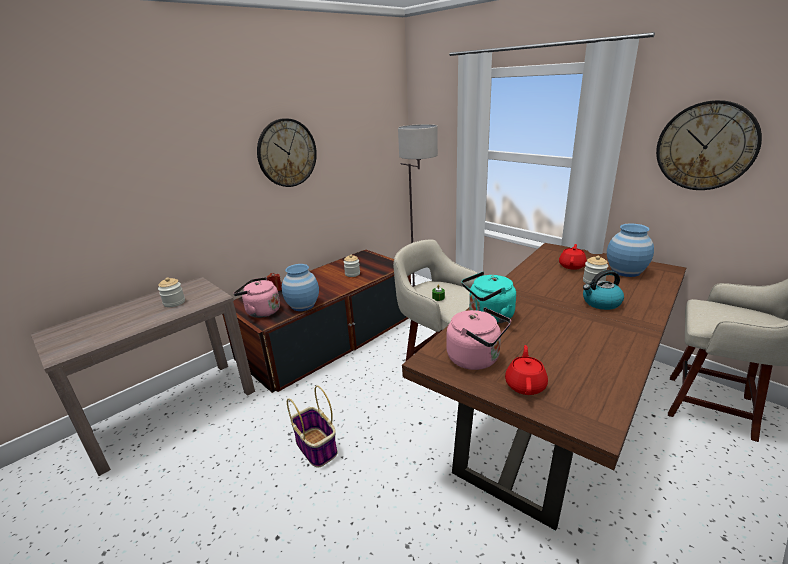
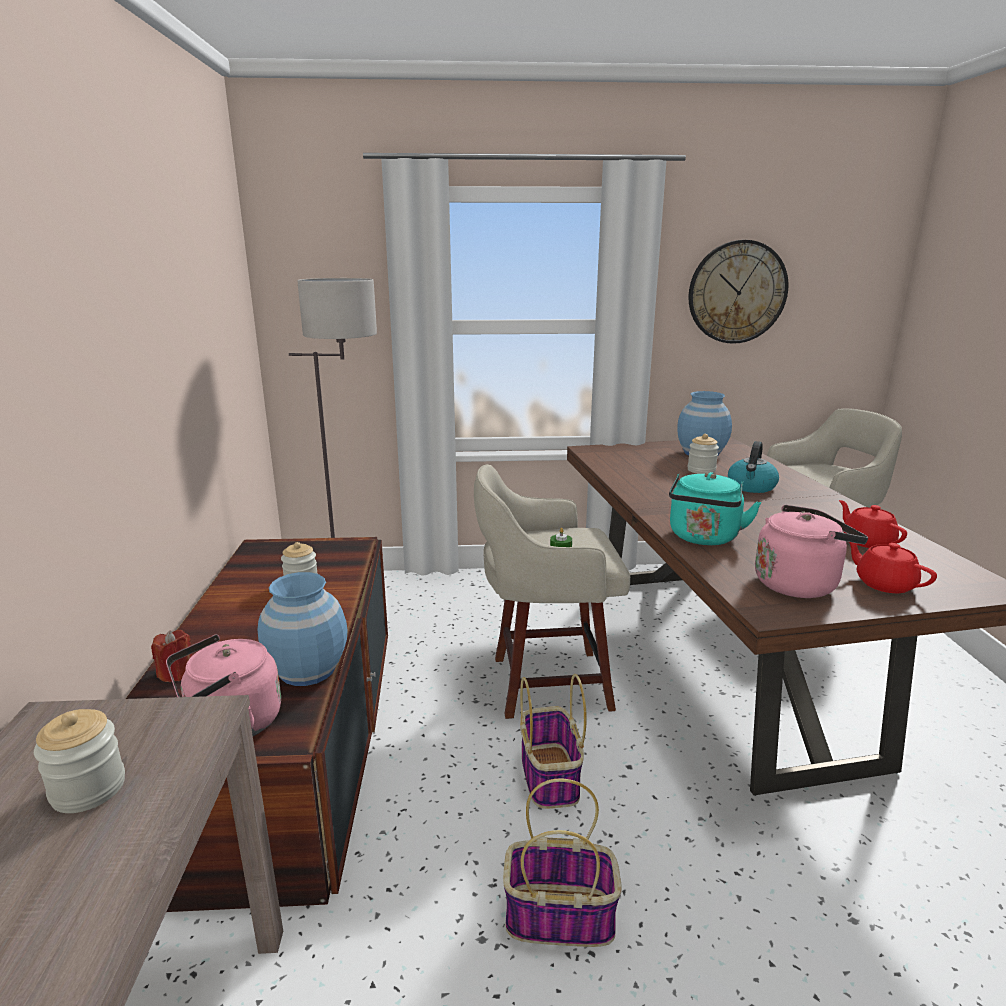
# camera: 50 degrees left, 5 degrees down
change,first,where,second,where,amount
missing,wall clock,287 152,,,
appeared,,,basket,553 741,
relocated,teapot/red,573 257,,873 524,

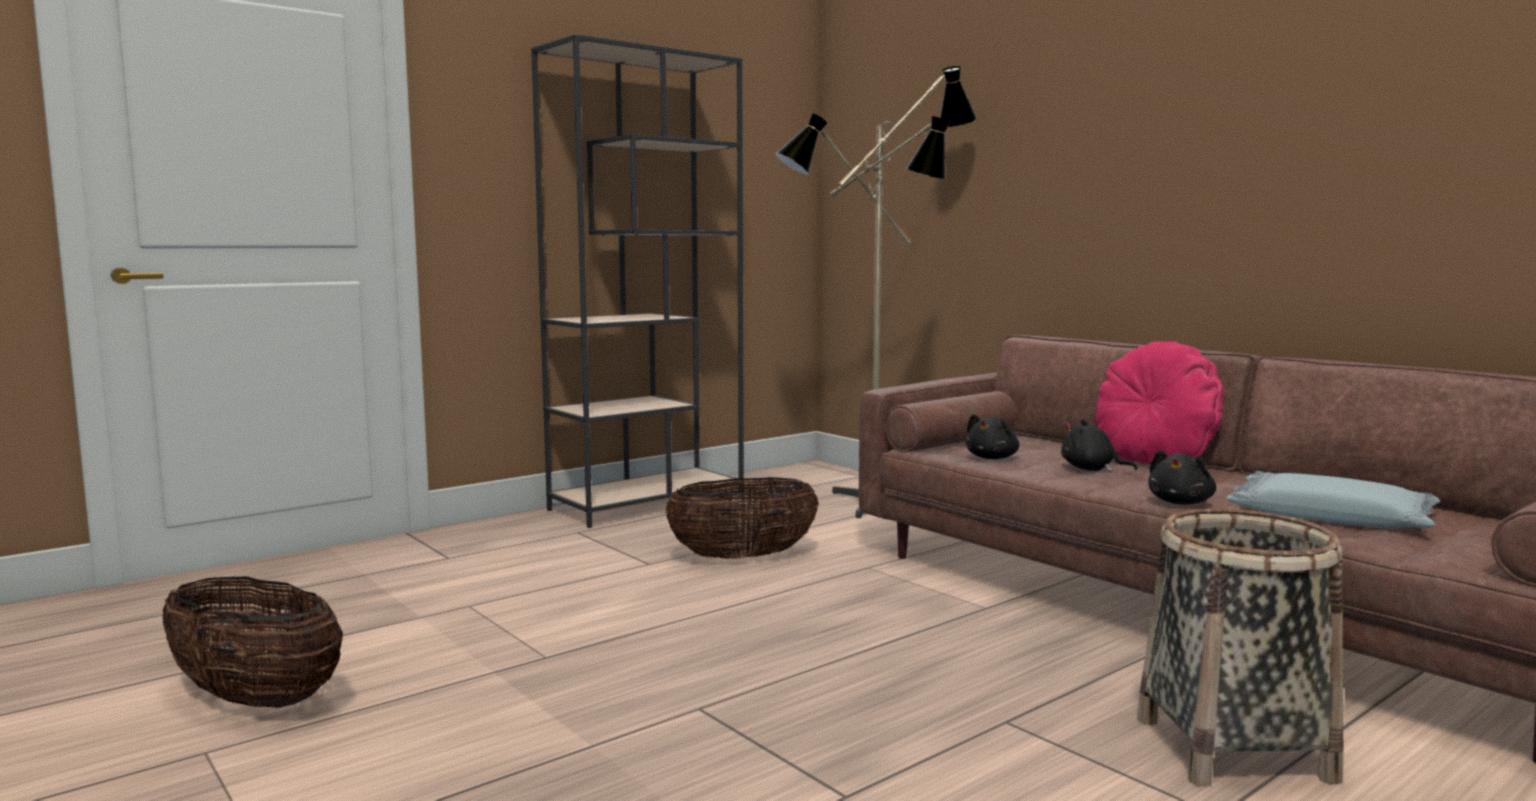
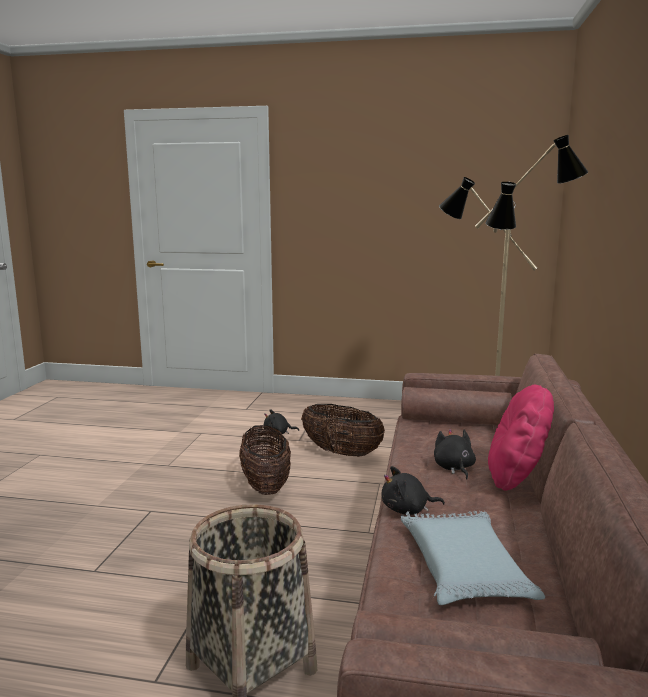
# camera: 50 degrees right, 5 degrees up
change,first,where,second,where,amount
missing,bookcase,637 281,,,
relocated,basket,252 642,,265 460,
relocated,plush toy/black,992 436,,281 422,

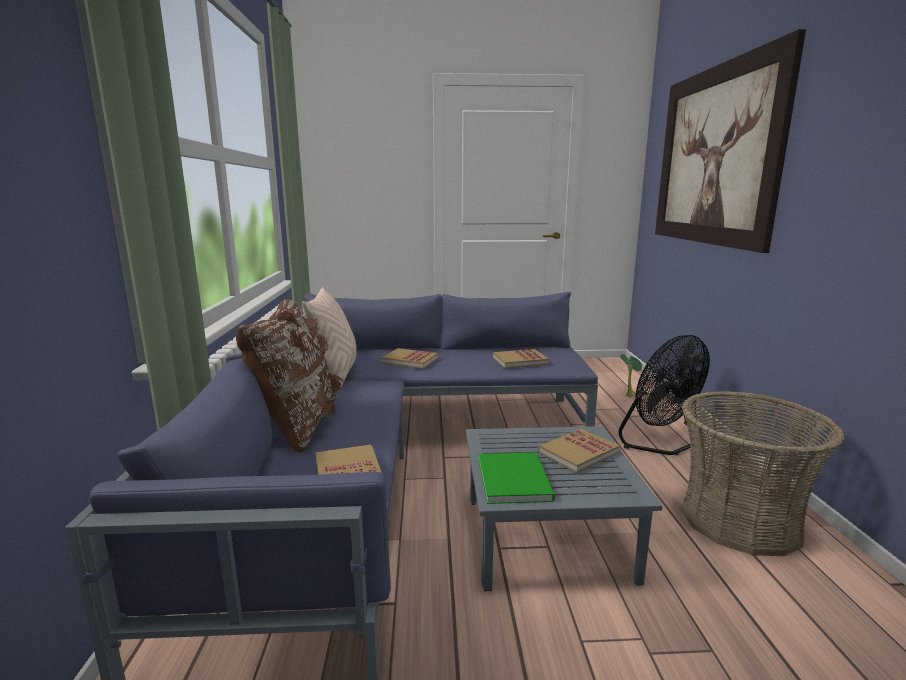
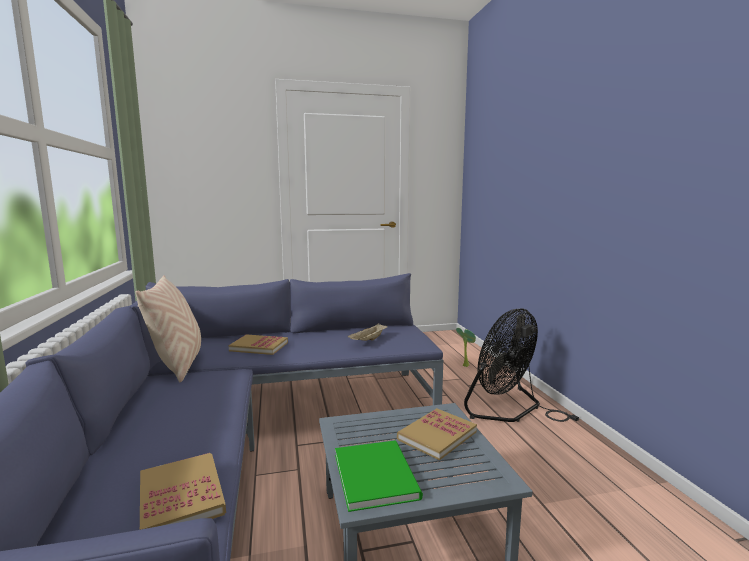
# camera: 10 degrees left, 5 degrees down
change,first,where,second,where,amount
missing,pillow/brown,289 376,,,
missing,picture,730 141,,,
missing,basket,763 473,,,
exchanged,book,521 359,tray/beige,367 332,

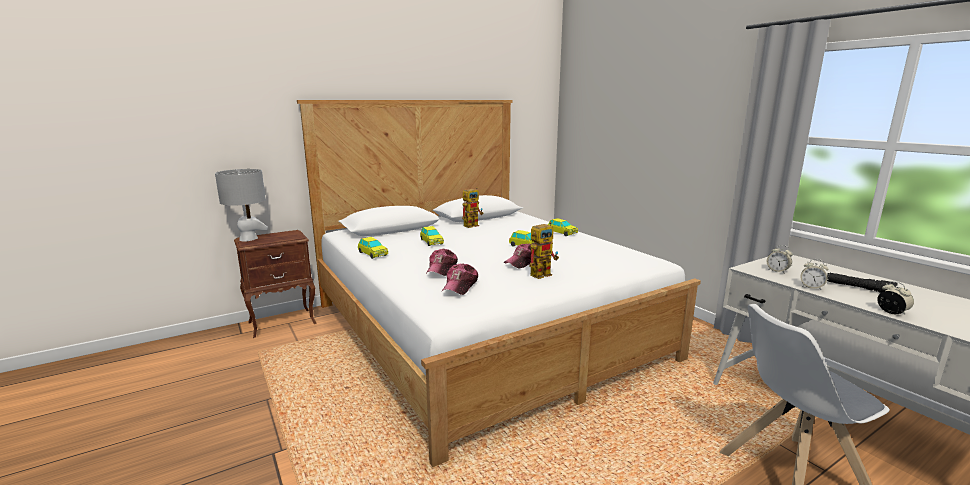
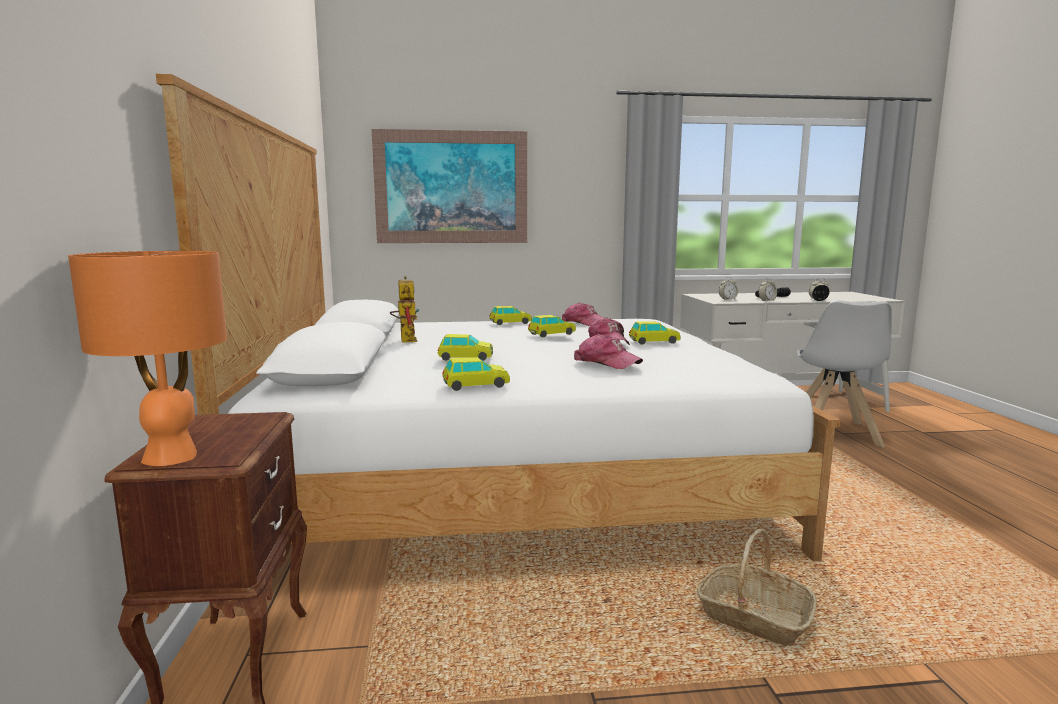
# camera: 65 degrees left, 5 degrees down
change,first,where,second,where,amount
appeared,,,picture,449 186,
appeared,,,basket,757 587,
relocated,cap,459 279,,582 314,
exchanged,toy robot,544 250,toy car,655 333,
colour,table lamp/grey,241 205,table lamp/orange,147 358,

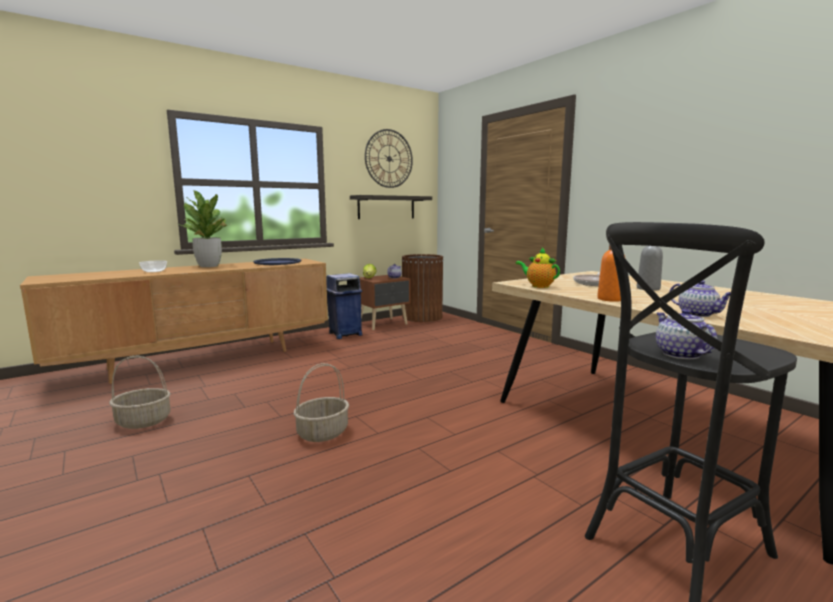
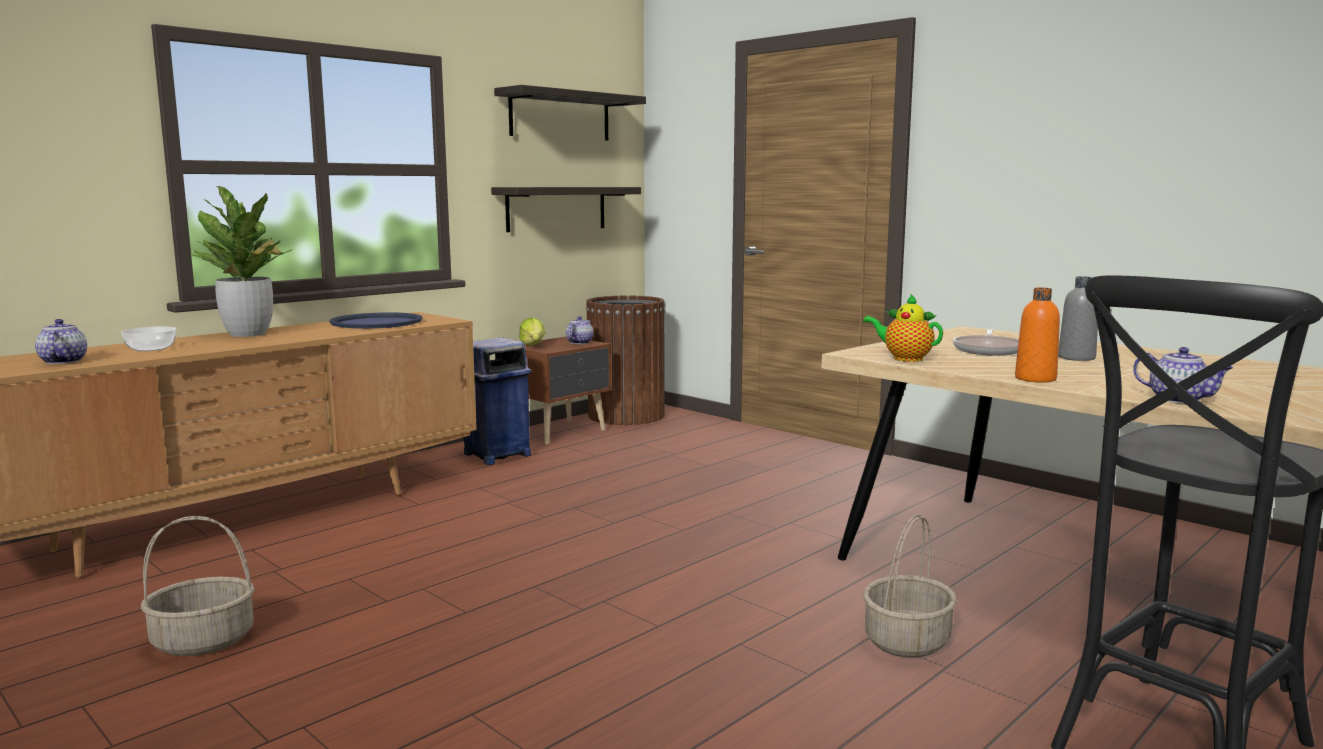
# camera: 10 degrees left, 0 degrees up
change,first,where,second,where,amount
relocated,basket,321 402,,910 586,
relocated,teapot,687 333,,61 341,
exchanged,wall clock,389 158,shelf,570 113,

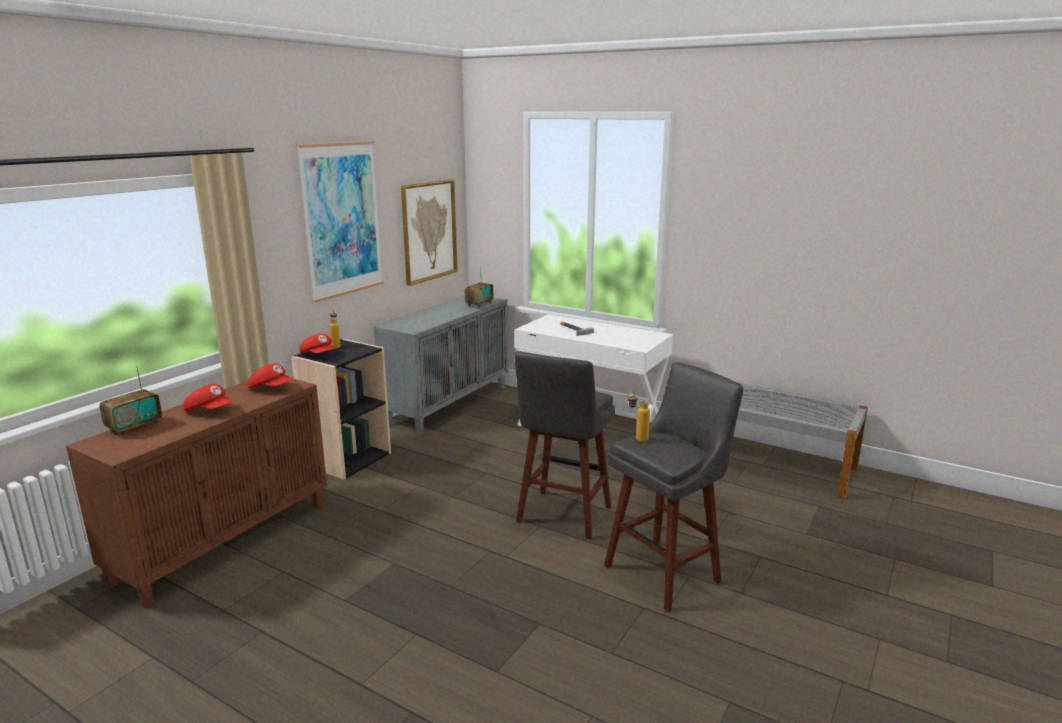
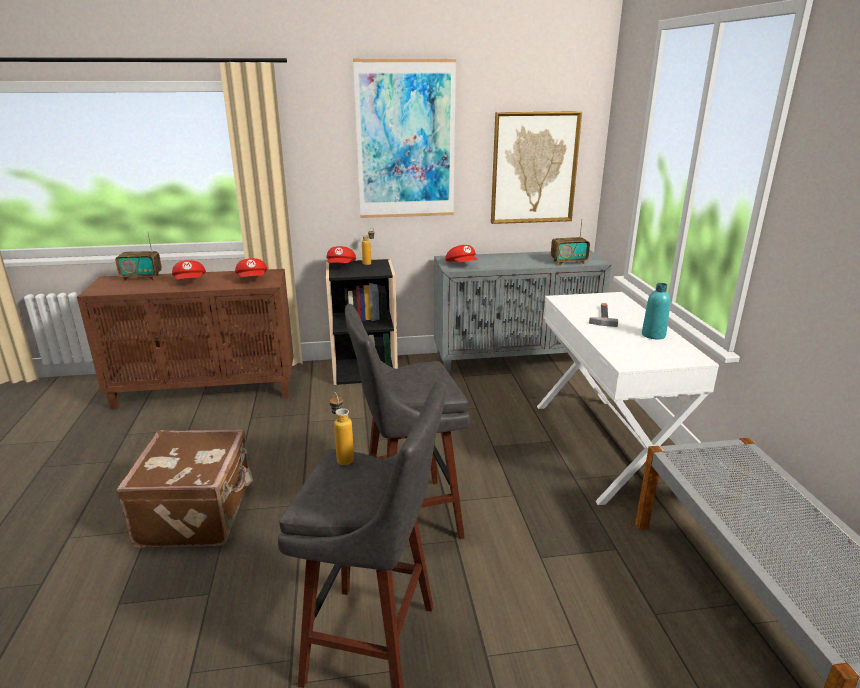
# camera: 50 degrees right, 5 degrees up
change,first,where,second,where,amount
appeared,,,suitcase/brown,184 489,
appeared,,,cap/red,461 253,
appeared,,,bottle/turquoise,656 311,

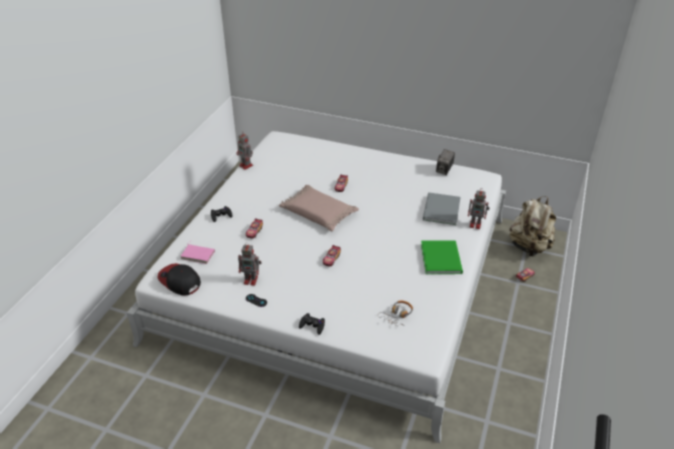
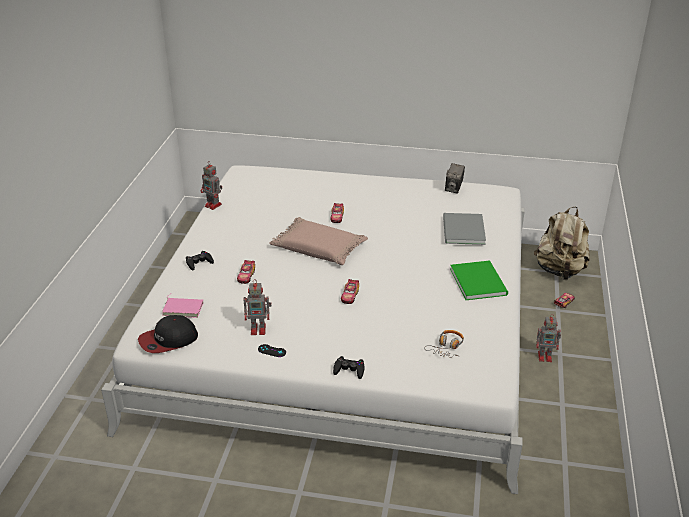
# camera: 10 degrees left, 5 degrees down
change,first,where,second,where,amount
relocated,toy robot,479 209,,548 338,
spun,cap,179 279,,168 334,60 degrees counterclockwise

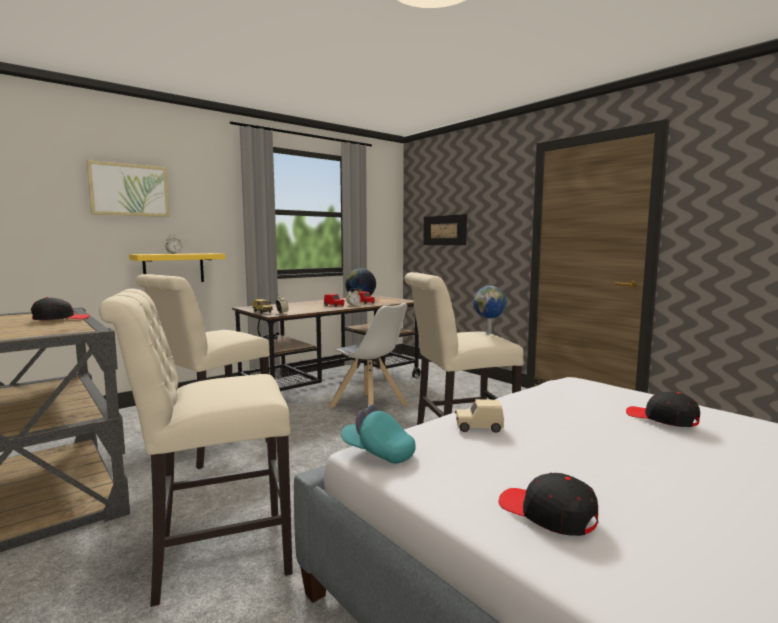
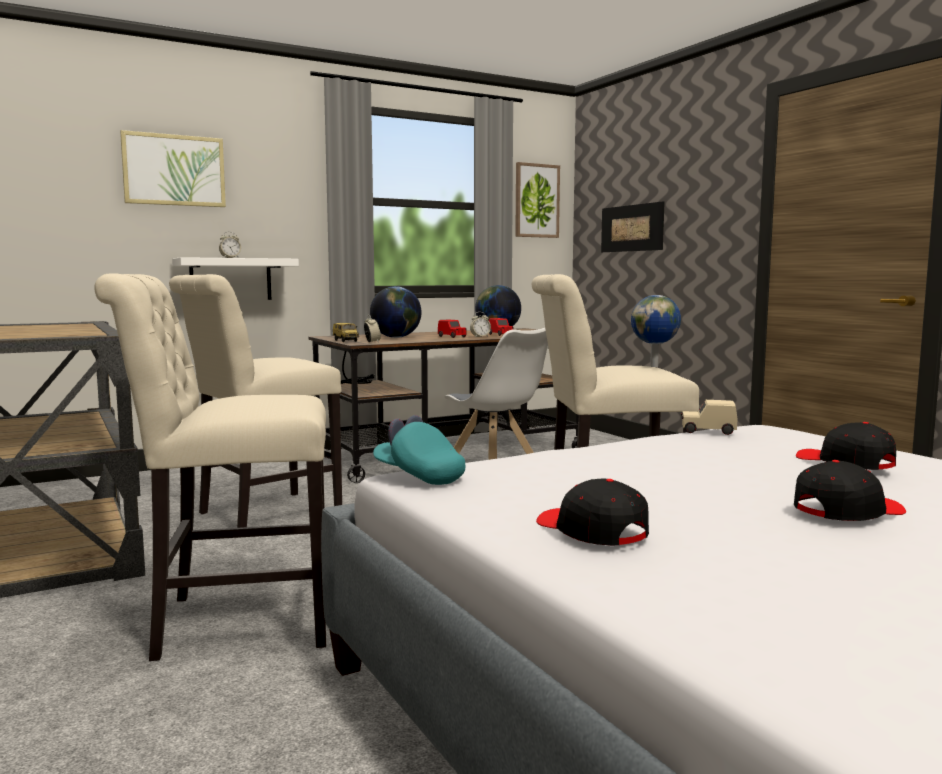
# camera: 10 degrees right, 0 degrees up
change,first,where,second,where,amount
appeared,,,globe,395 312,
appeared,,,picture,537 200,
relocated,cap/black,60 308,,850 490,
relocated,toy car/beige,479 416,,709 417,
colour,shelf/yellow,177 267,shelf/white,235 278,

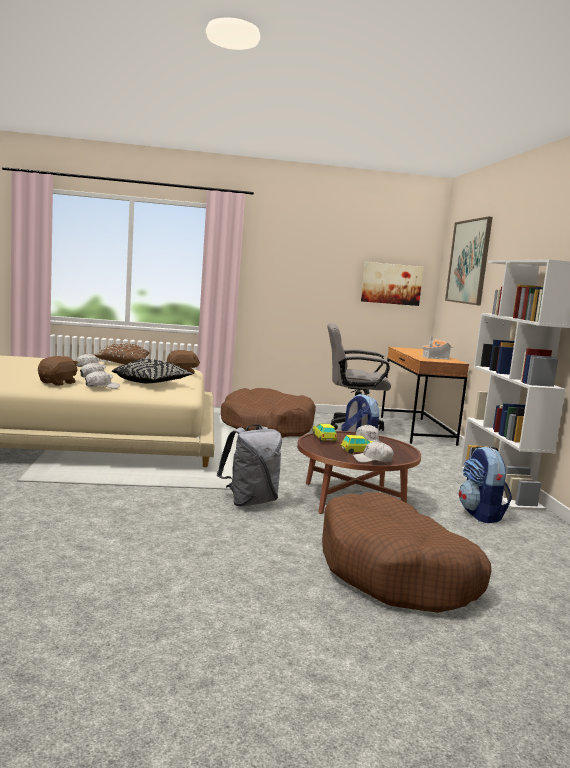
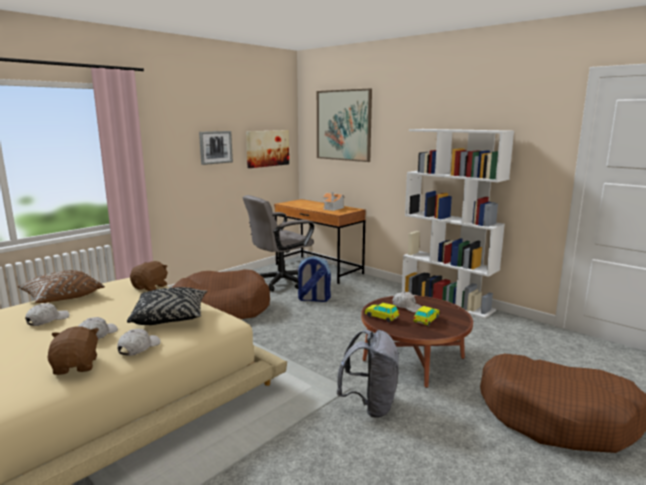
# camera: 40 degrees left, 5 degrees up
change,first,where,second,where,amount
missing,cap/white,373 452,,,
missing,backpack,485 484,,,
appeared,,,picture,216 148,

